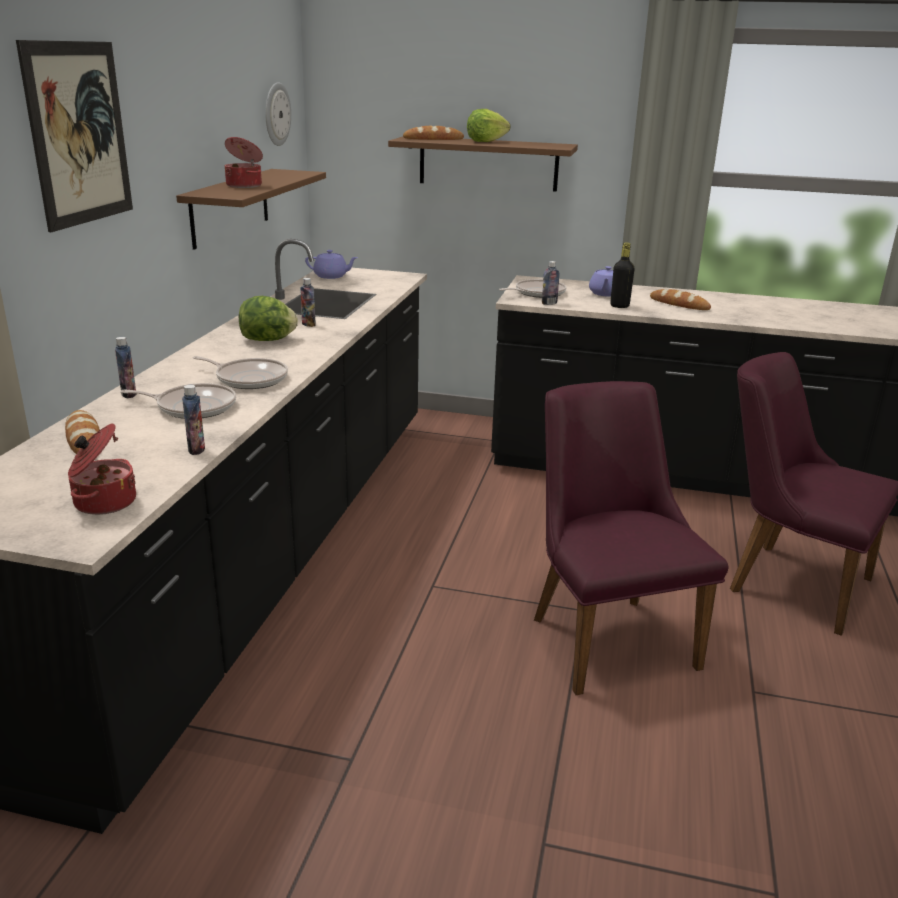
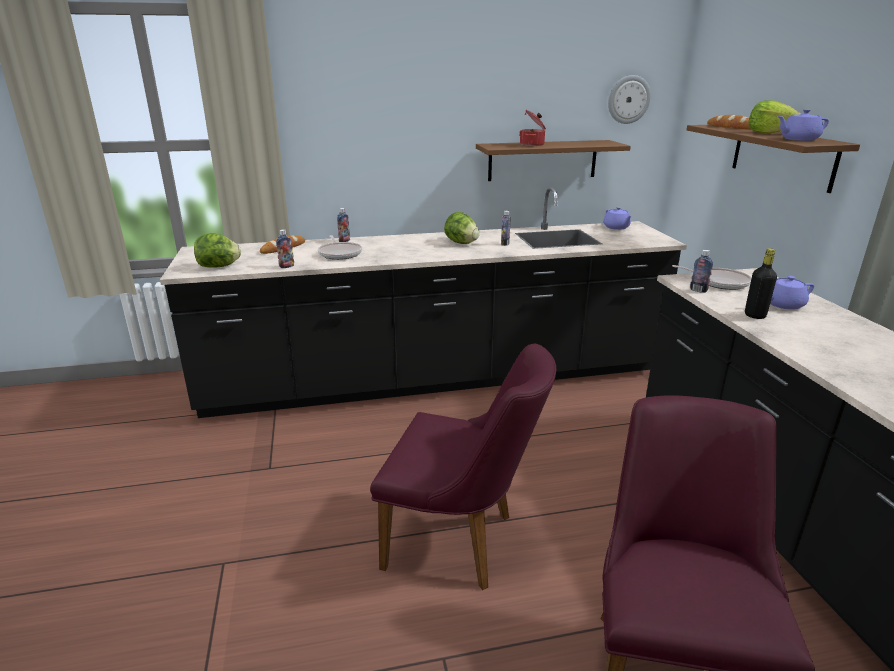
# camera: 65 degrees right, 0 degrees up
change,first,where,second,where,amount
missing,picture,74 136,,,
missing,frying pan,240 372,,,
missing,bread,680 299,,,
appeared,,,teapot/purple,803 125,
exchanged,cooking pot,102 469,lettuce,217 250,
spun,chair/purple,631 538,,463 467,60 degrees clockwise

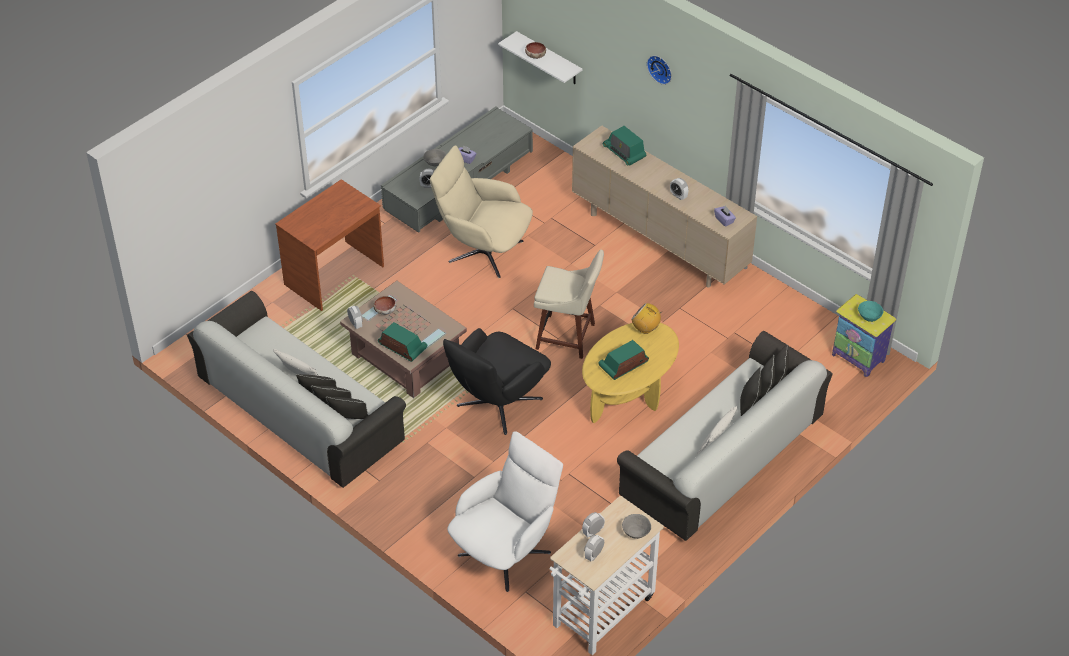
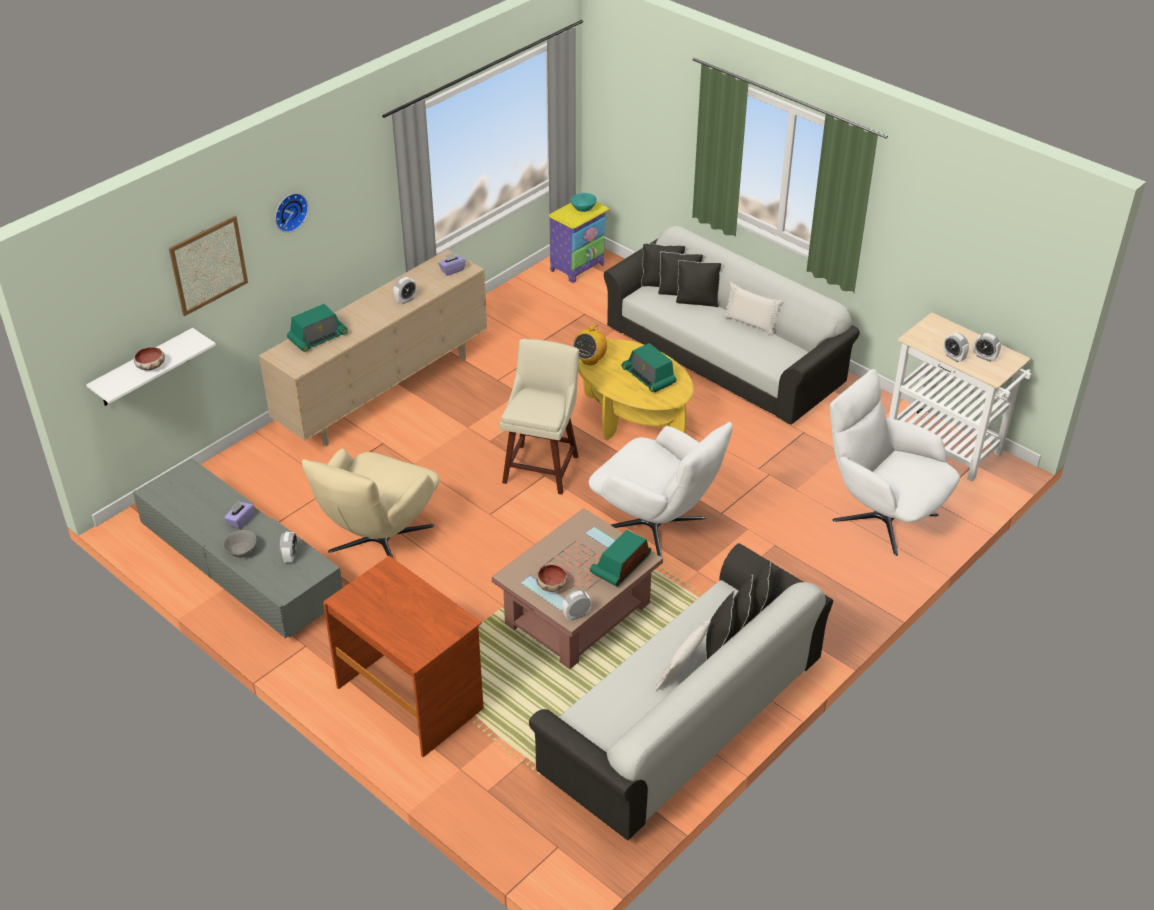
# camera: 90 degrees left, 5 degrees down
change,first,where,second,where,amount
missing,bowl/grey,636 526,,,
appeared,,,picture,208 266,
colour,armchair/black,497 381,armchair/white,661 489,

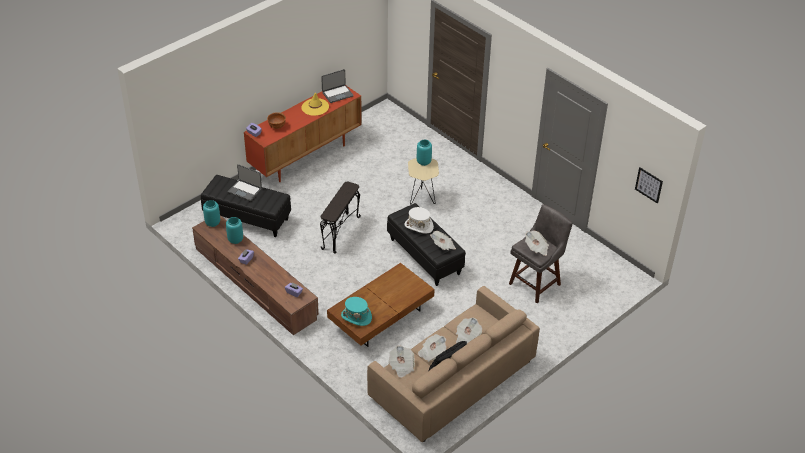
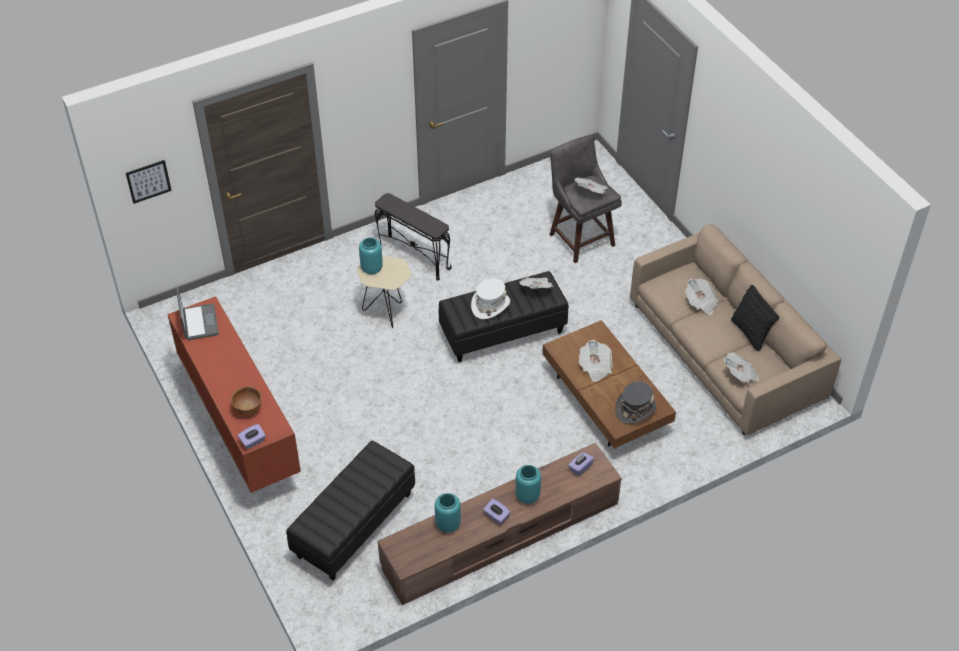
# camera: 75 degrees left, 5 degrees up
change,first,where,second,where,amount
missing,laptop,245 182,,,
missing,hat/yellow,315 104,,,
relocated,vase/turquoise,211 213,,528 484,
relocated,side table/black,340 217,,413 236,
relocated,newspaper,432 348,,596 361,
relocated,picture,649 185,,149 182,
colour,hat/turquoise,356 311,hat/grey,636 402,

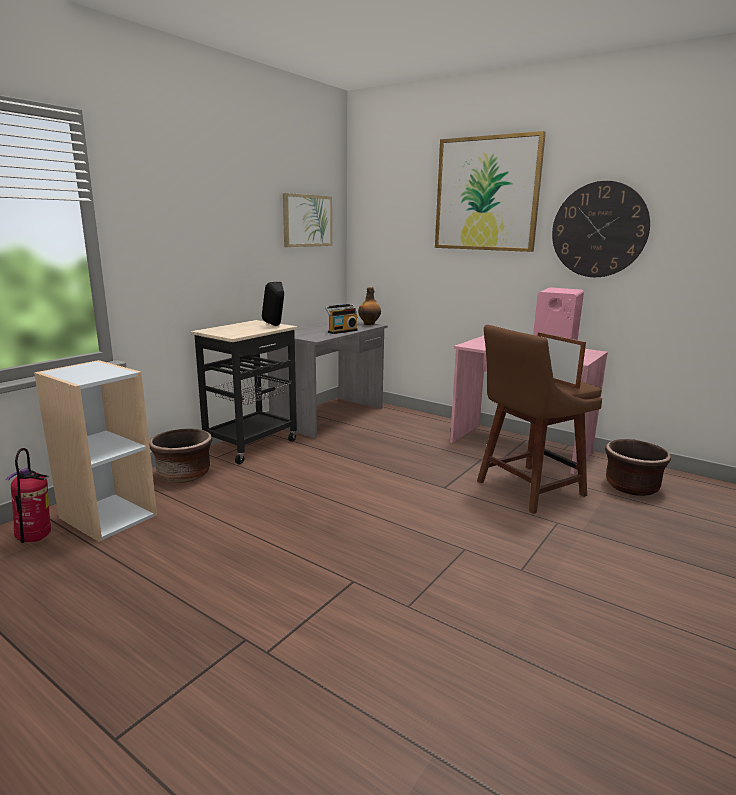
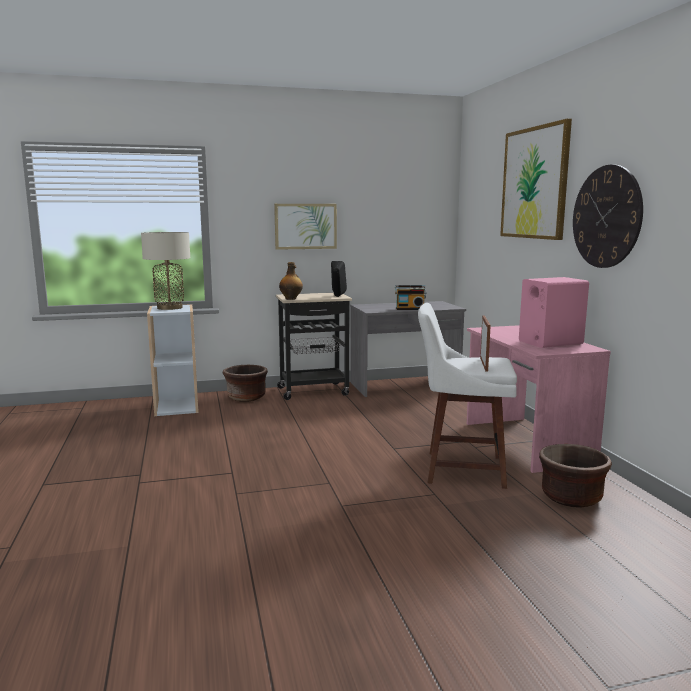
# camera: 40 degrees right, 5 degrees down
change,first,where,second,where,amount
missing,fire extinguisher,28 495,,,
appeared,,,table lamp,165 271,
relocated,picture,307 220,,305 227,
relocated,bottle,369 306,,291 281,
colour,stool/brown,539 419,stool/white,467 396,

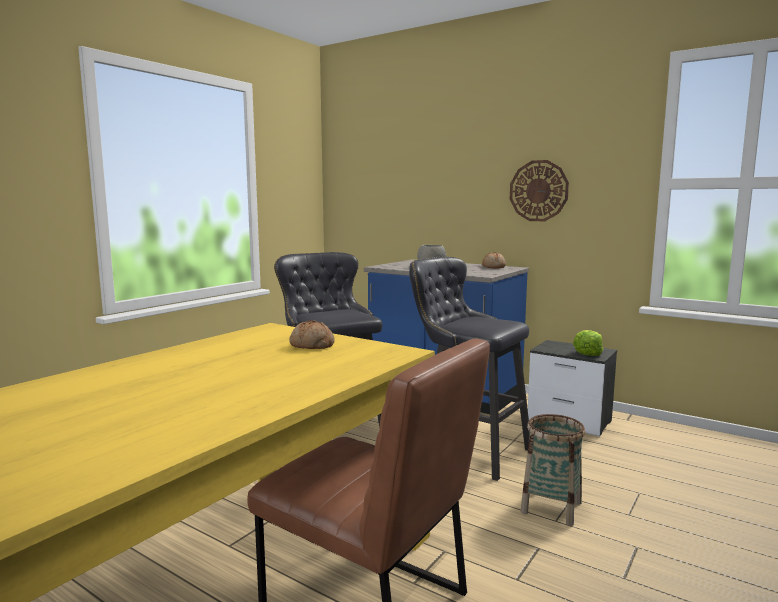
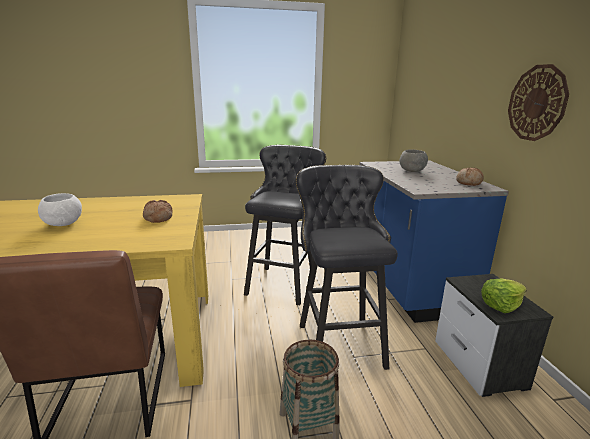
# camera: 45 degrees right, 10 degrees up
change,first,where,second,where,amount
appeared,,,bowl/white,60 209,

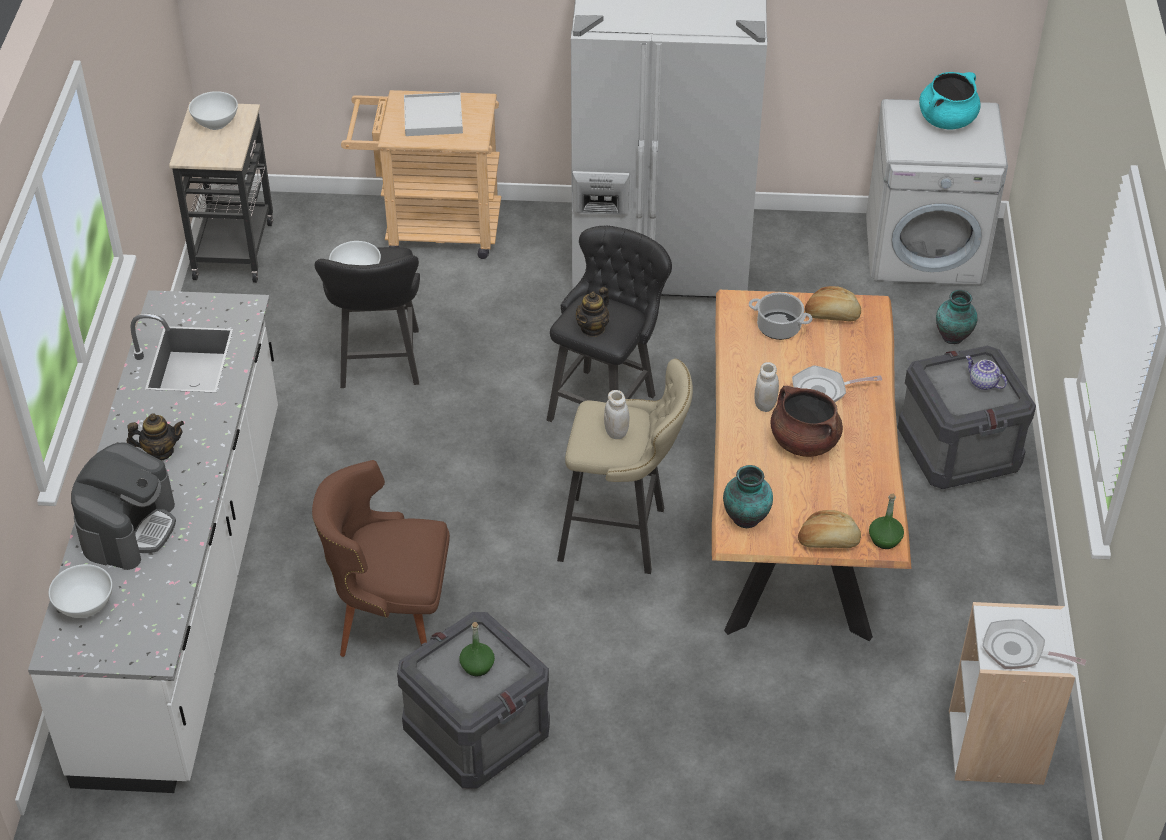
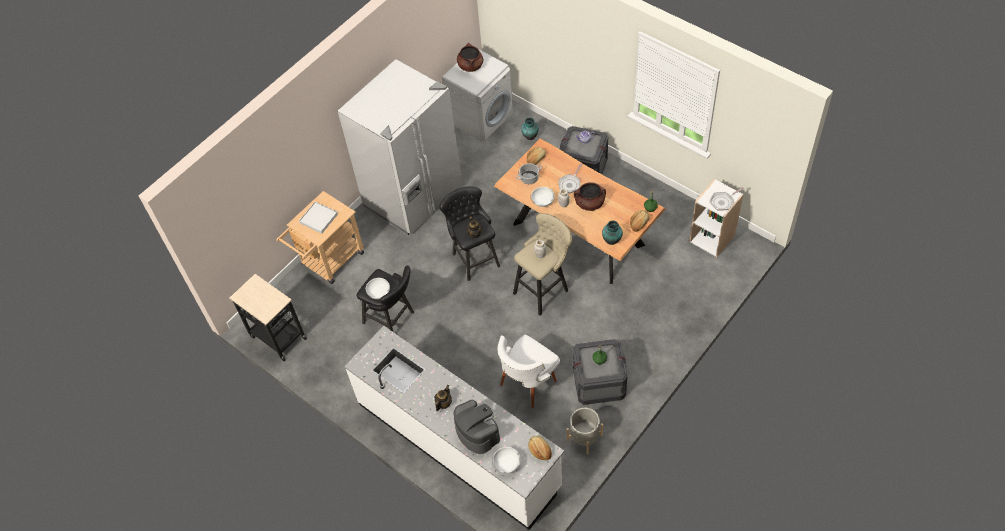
# camera: 50 degrees left, 10 degrees up
change,first,where,second,where,amount
appeared,,,bread,540 448,
appeared,,,planter/grey,585 431,
relocated,bowl/white,213 110,,543 197,
colour,chair/brown,381 558,chair/white,528 371,
colour,cooking pot/turquoise,950 101,cooking pot/brown,470 57,

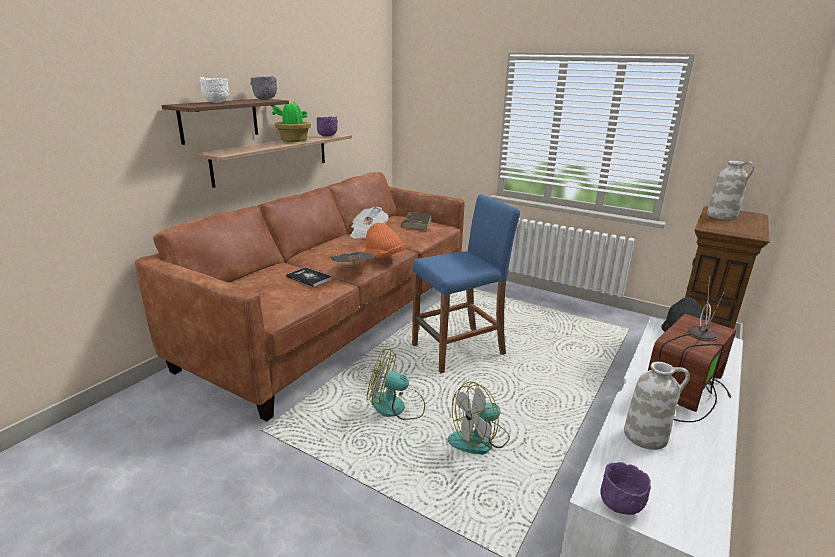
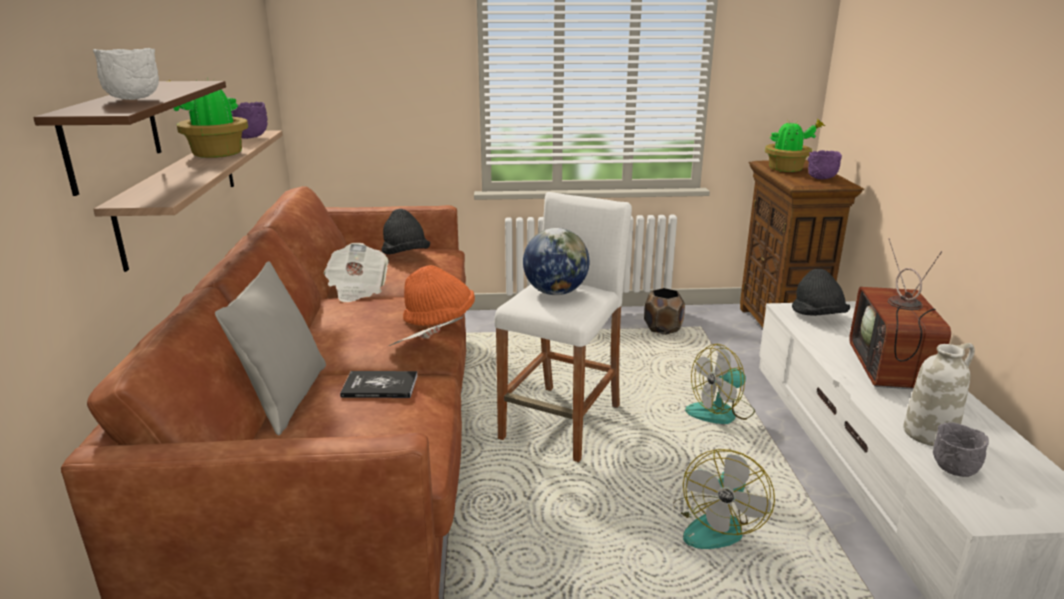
# camera: 35 degrees left, 0 degrees up
change,first,where,second,where,amount
appeared,,,pillow/grey,270 348,
appeared,,,globe,556 261,
appeared,,,planter/brown,664 311,
relocated,bowl/grey,263 88,,961 449,
relocated,fan,396 384,,720 384,
relocated,bowl/purple,625 488,,825 164,
exchanged,book/brown,416 221,hat/black,405 231,
exchanged,vase/white,730 190,potted plant,795 145,
colour,stool/blue,466 283,stool/white,563 327,

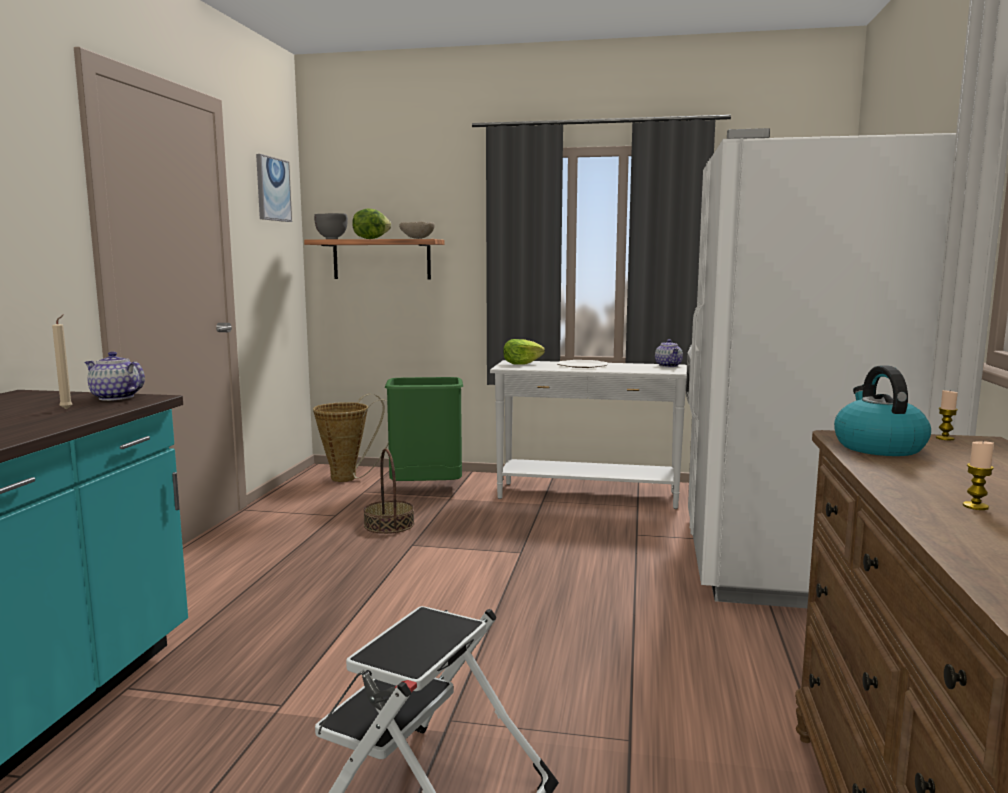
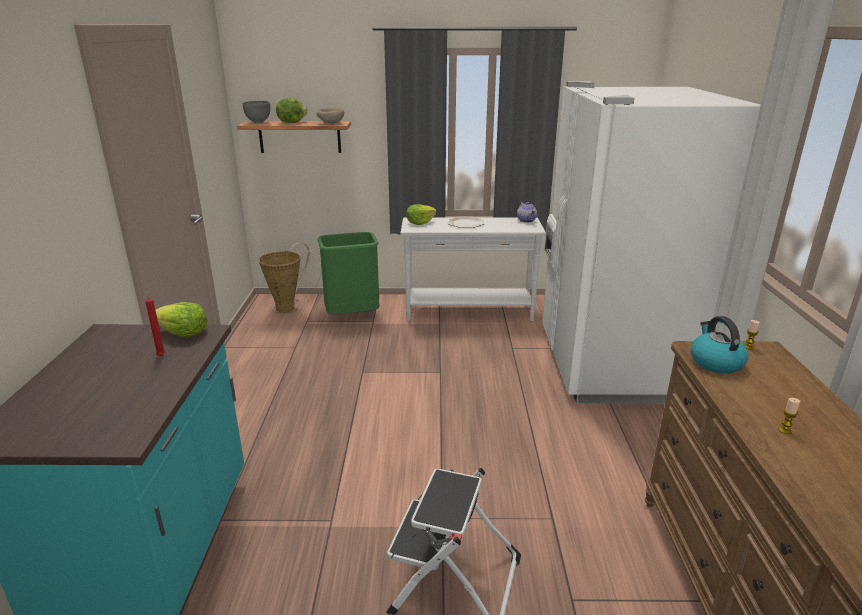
# camera: 10 degrees left, 15 degrees up
change,first,where,second,where,amount
missing,picture,274 188,,,
missing,basket,388 491,,,
exchanged,teapot,114 376,lettuce,182 319,
colour,candle/beige,62 362,candle/red,155 323,

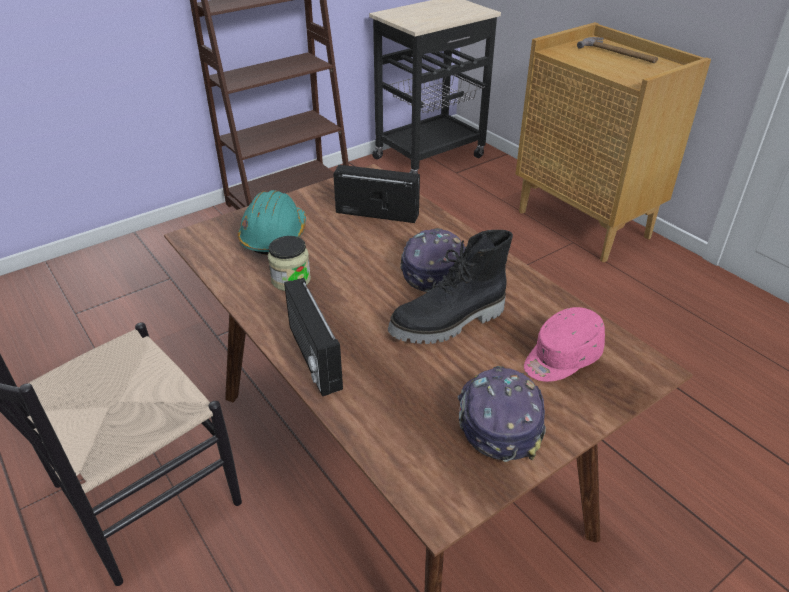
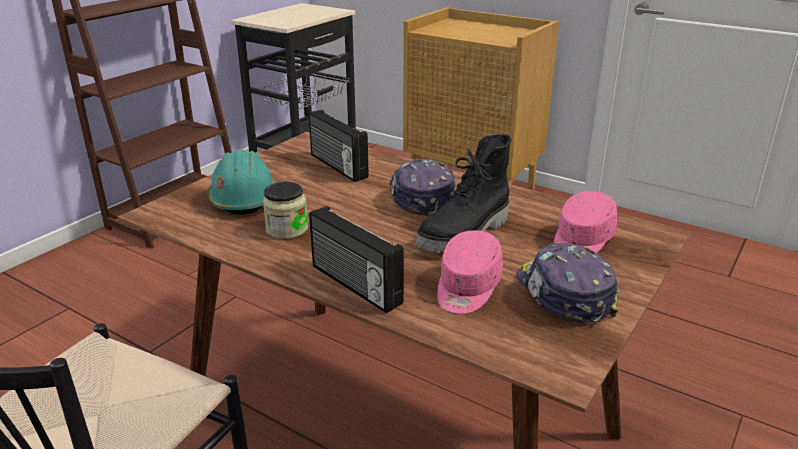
# camera: 20 degrees left, 10 degrees down
change,first,where,second,where,amount
missing,hammer,617 50,,,
appeared,,,cap/pink,470 272,
spun,radio,377 194,,339 146,120 degrees counterclockwise

